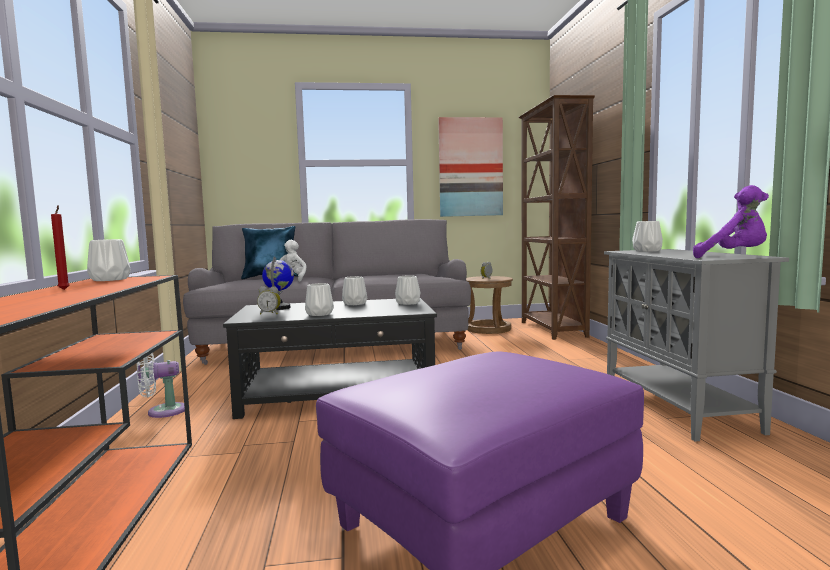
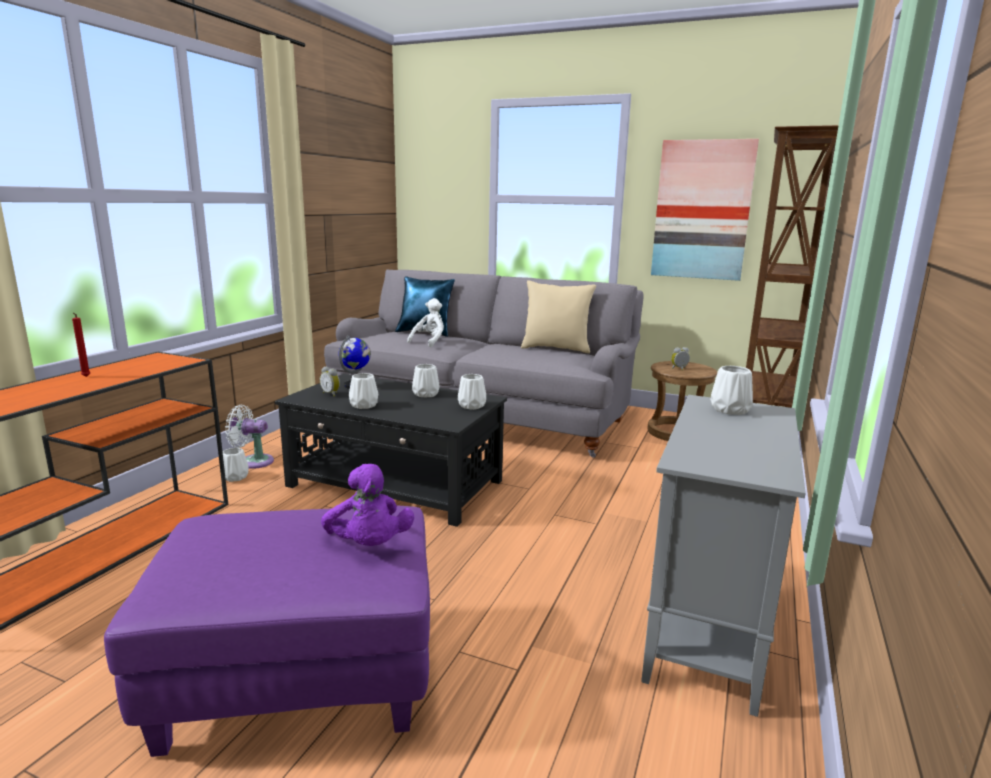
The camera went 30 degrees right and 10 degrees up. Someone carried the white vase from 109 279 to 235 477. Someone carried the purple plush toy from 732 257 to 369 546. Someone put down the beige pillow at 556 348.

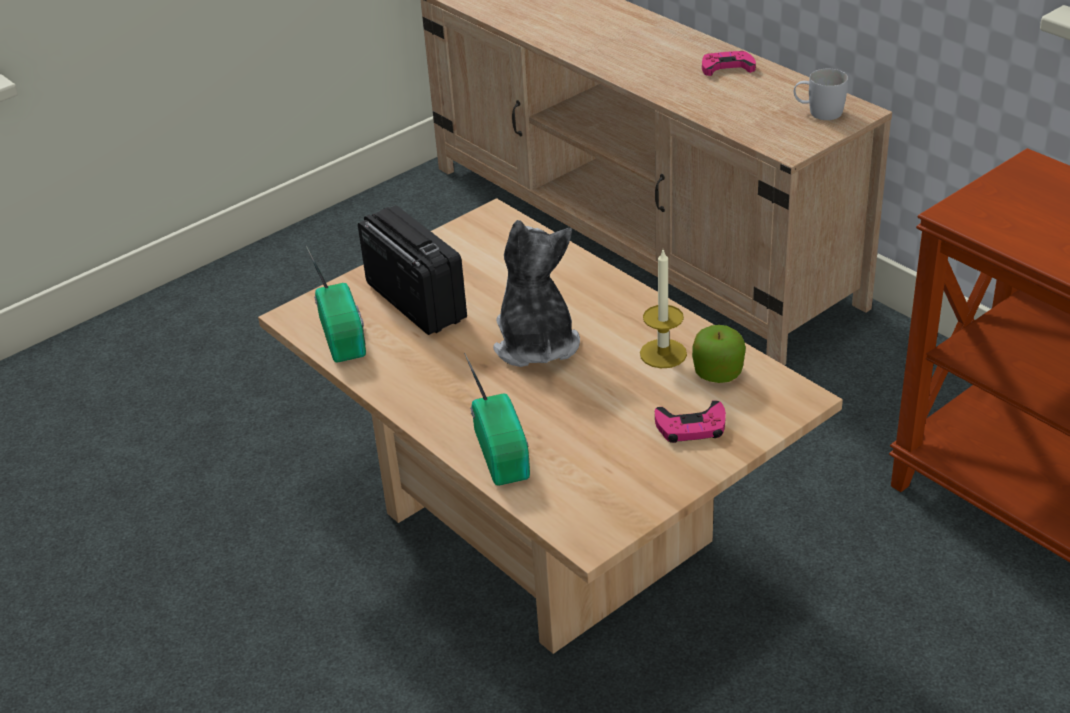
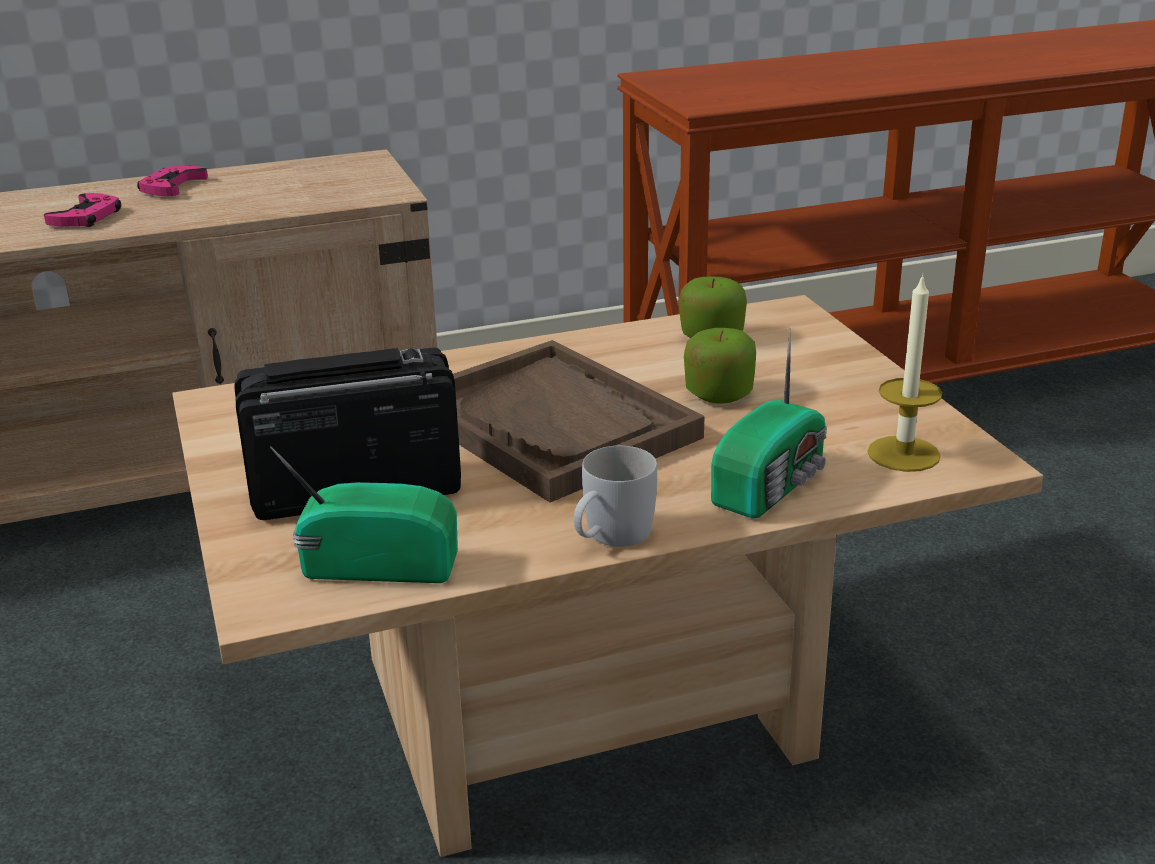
The camera went 70 degrees left and 10 degrees down. Someone carried the pink game controller from 691 427 to 86 217. Someone swapped the plush toy at 535 343 for the brown tray at 552 424. Someone carried the white mug from 818 112 to 610 537. Someone put down the apple at 719 394. Someone rotated the radio at 503 452 by 120 degrees clockwise. Someone carried the candle from 663 353 to 903 454.

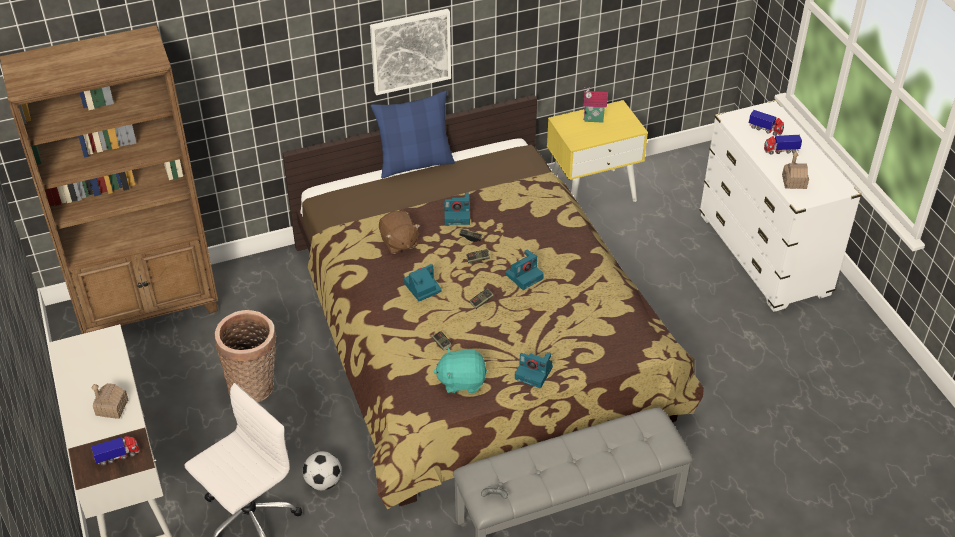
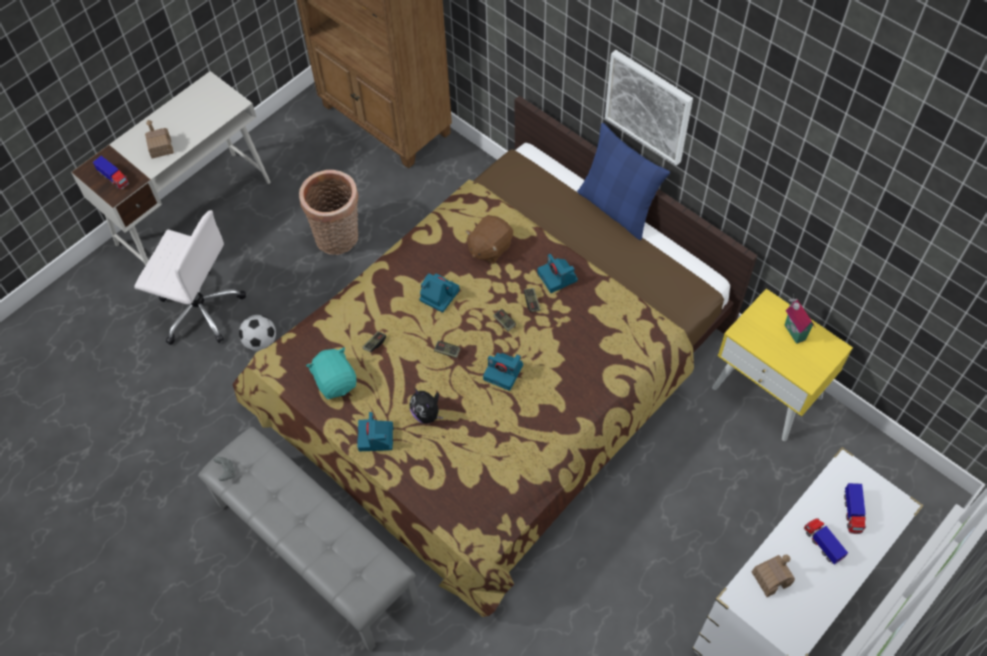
The camera went 65 degrees right and 15 degrees up. Someone put down the plush toy at 427 414.

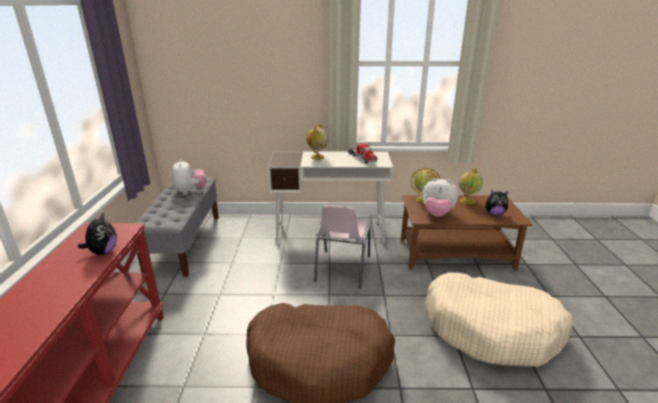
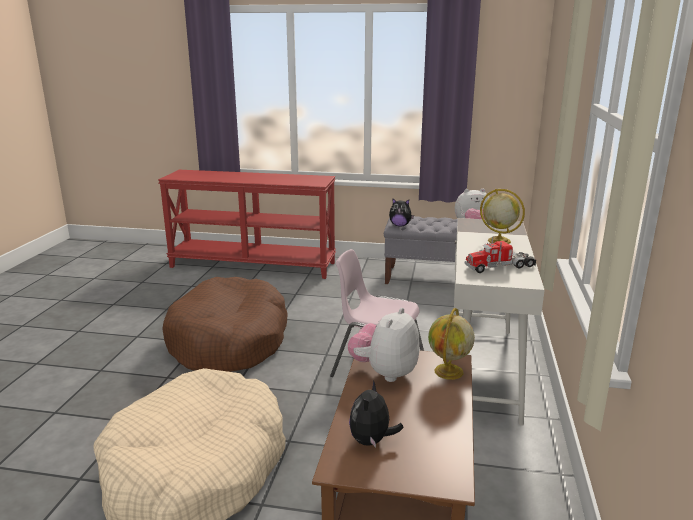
The camera went 100 degrees right and 5 degrees down. Someone carried the plush toy from 103 252 to 400 225. Someone took away the globe at 467 201.

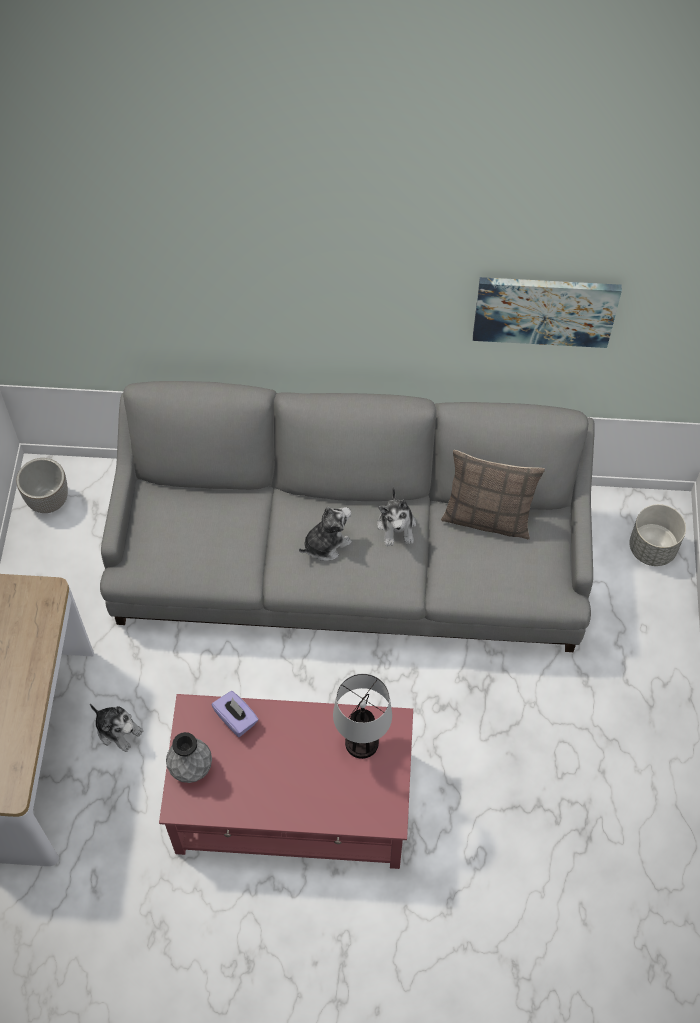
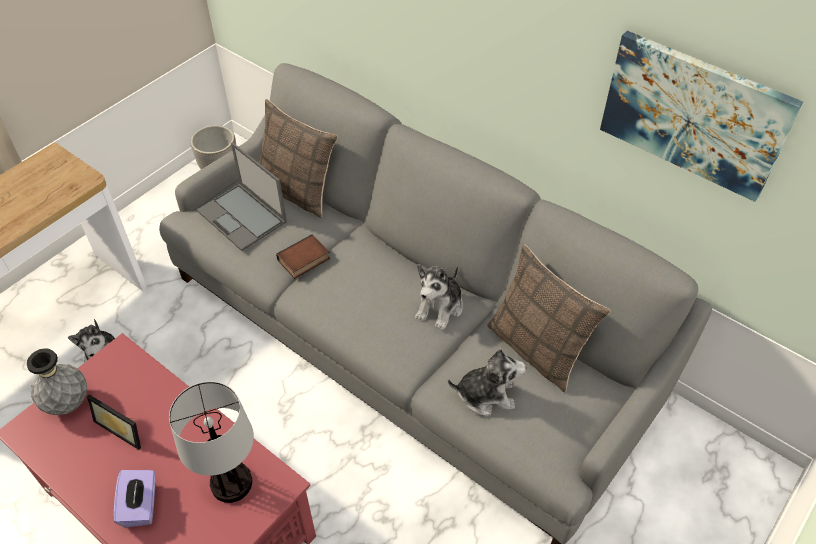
The camera went 35 degrees right and 10 degrees down. Someone put down the picture frame at 124 427. Someone carried the purple tissue box from 236 719 to 141 505. Someone put down the laptop at 243 217. Someone put down the pillow at 297 191. Someone put down the book at 304 261. Someone carried the plush toy from 326 543 to 486 395. Someone took away the grey planter at 652 548.

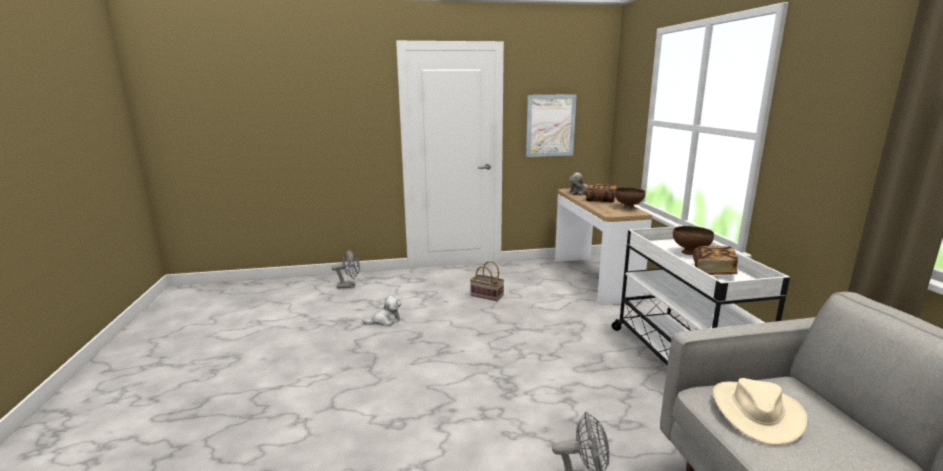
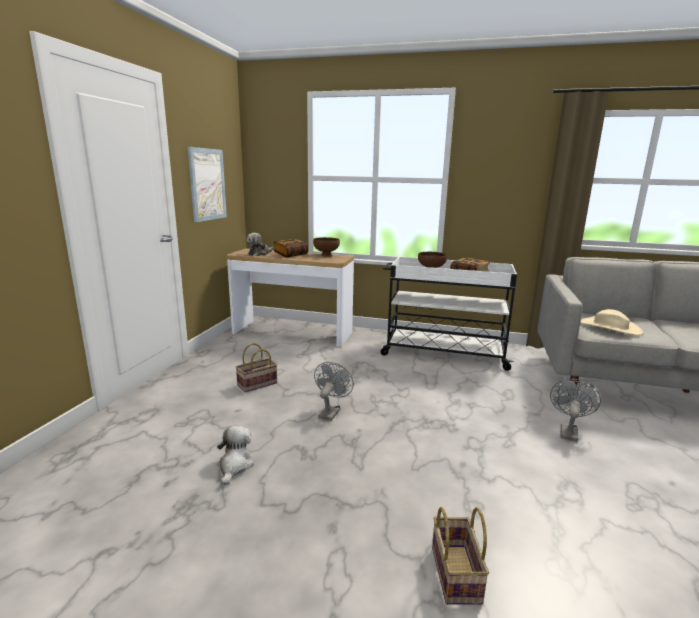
The camera went 65 degrees left and 0 degrees up. Someone carried the grey fan from 349 286 to 330 412. Someone put down the basket at 453 572.

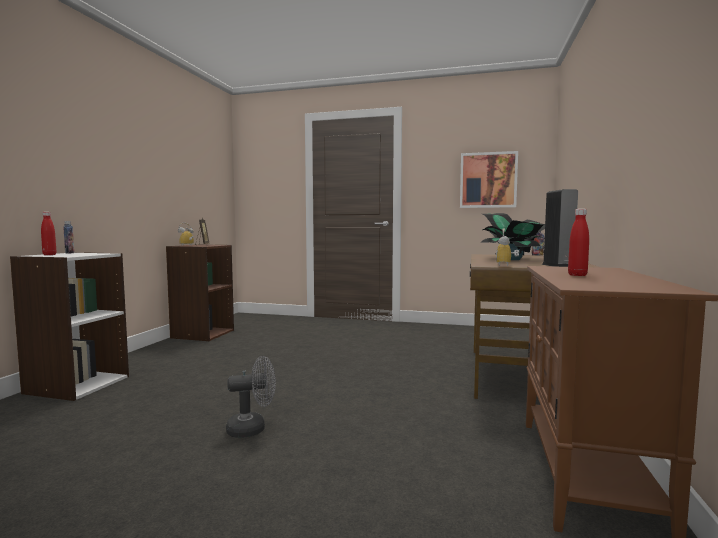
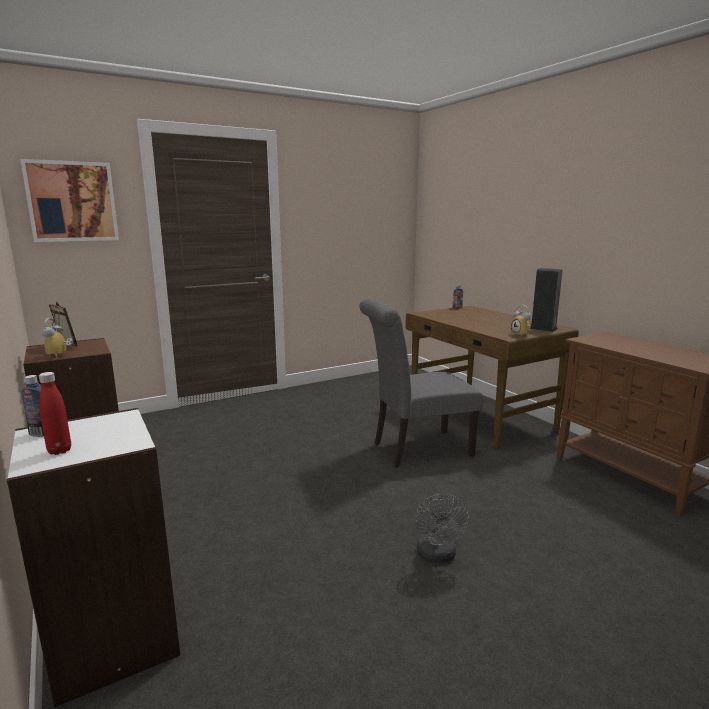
The camera went 45 degrees left and 10 degrees up. Someone carried the picture from 488 180 to 72 201. Someone put down the grey chair at 416 449. Someone rotated the grey fan at 253 428 by 150 degrees clockwise. Someone took away the potted plant at 513 259. Someone took away the red bottle at 577 275.

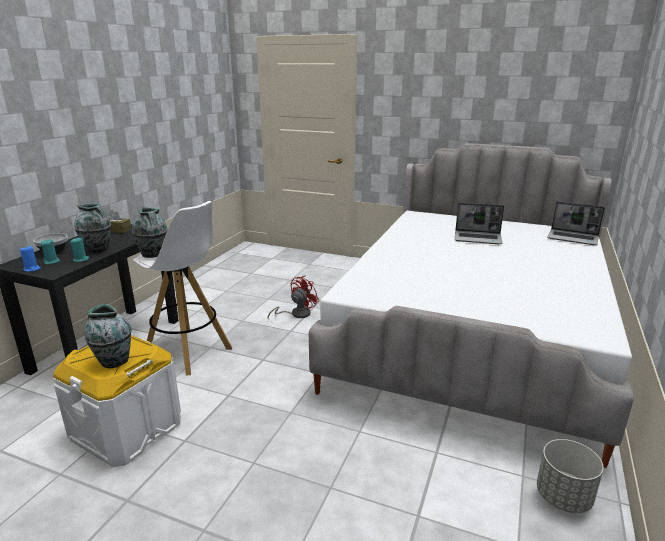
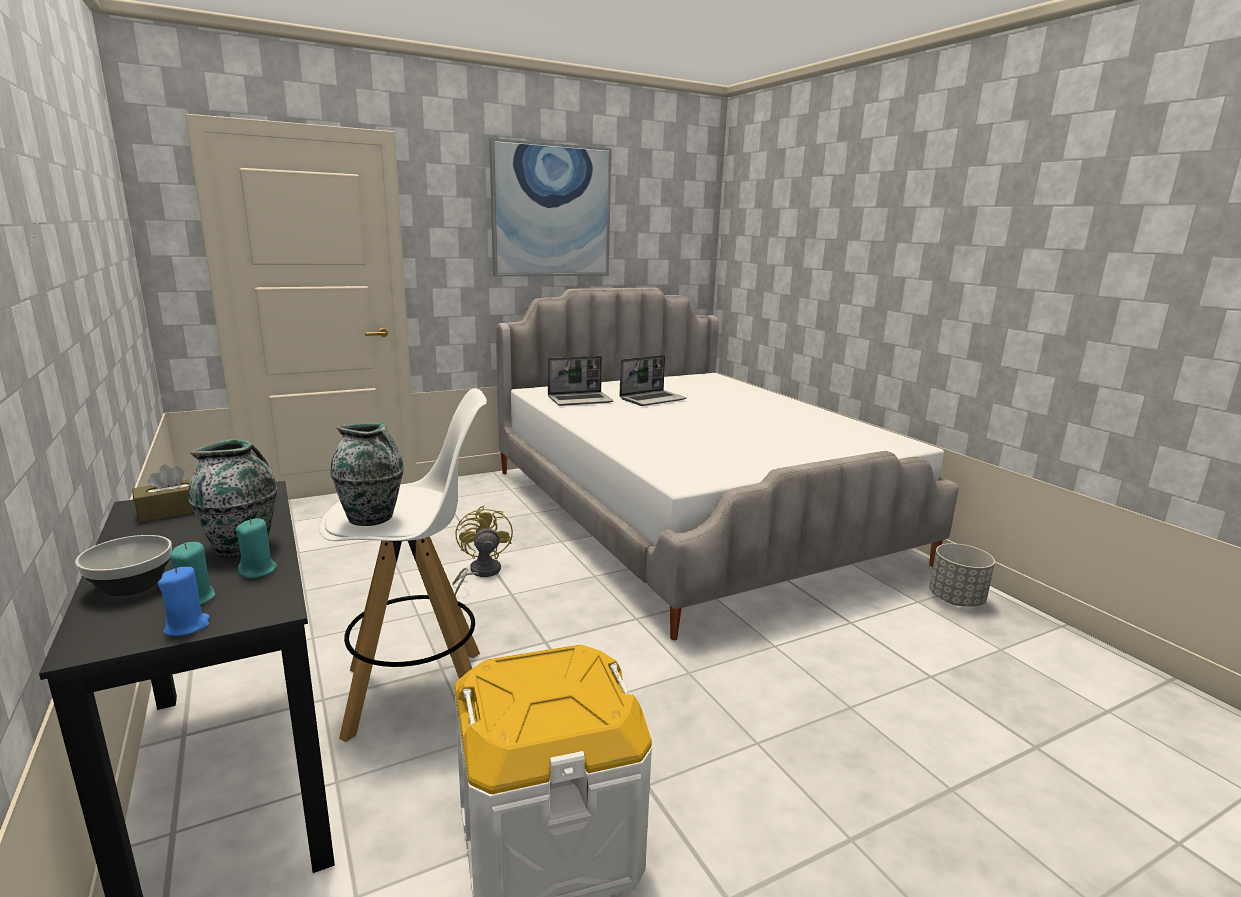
The camera went 50 degrees left and 5 degrees down. Someone repainted the red fan at 296 314, which became the yellow fan at 480 573. Someone put up the picture at 551 211. Someone carried the laptop from 573 238 to 580 400. Someone took away the vase at 113 361.

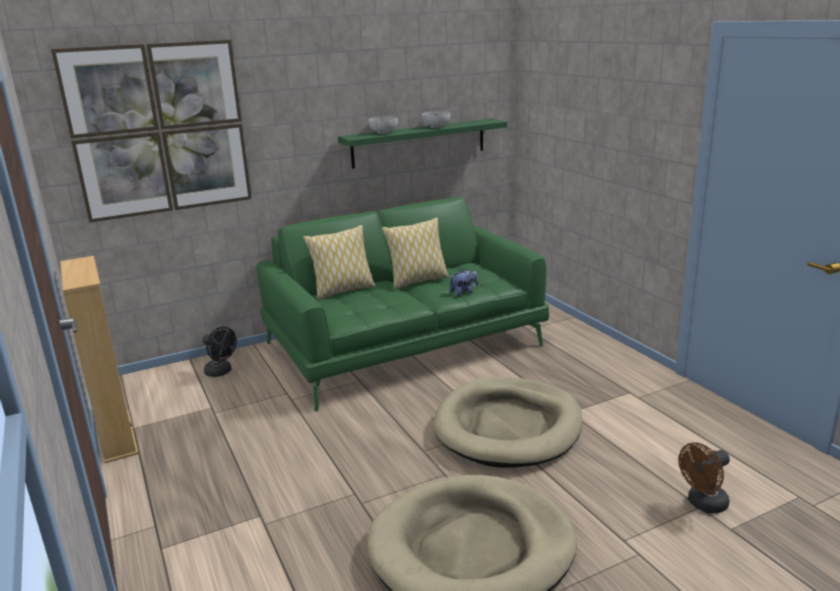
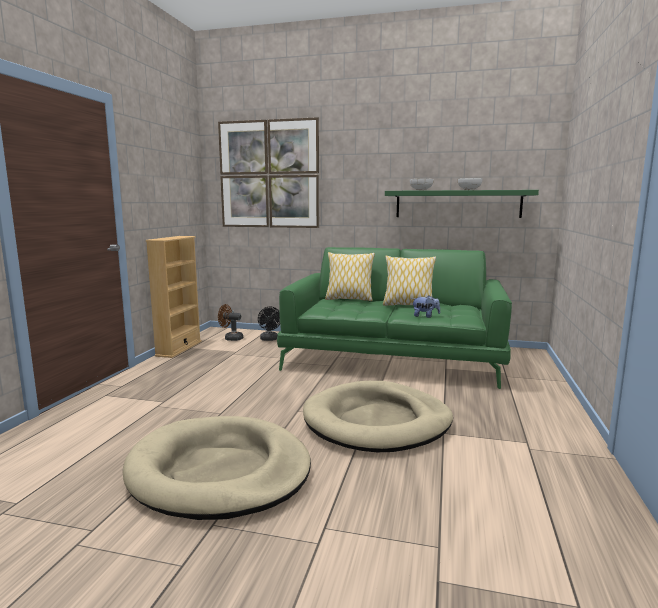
The camera went 40 degrees right and 10 degrees down. Someone carried the brown fan from 703 504 to 231 338.

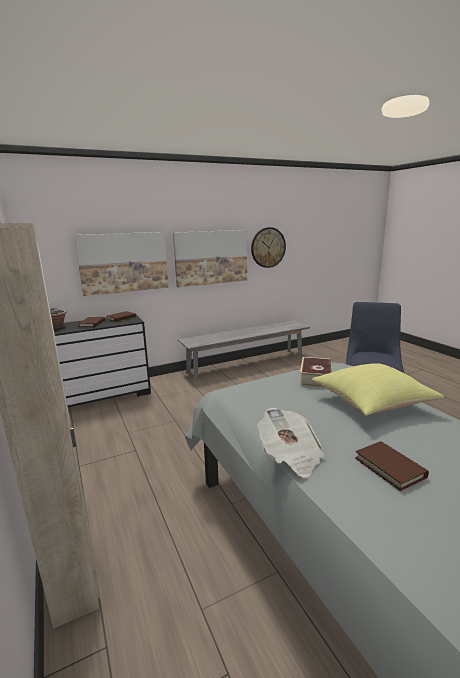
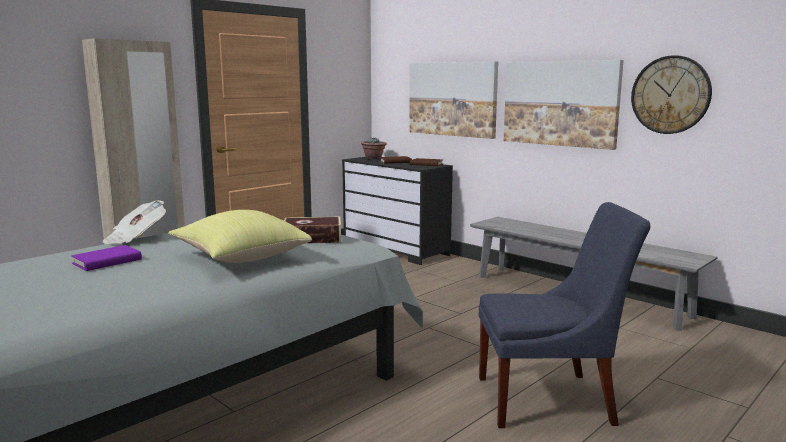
The camera went 70 degrees right and 5 degrees down. Someone repainted the brown book at 389 467, which became the purple book at 107 261.

